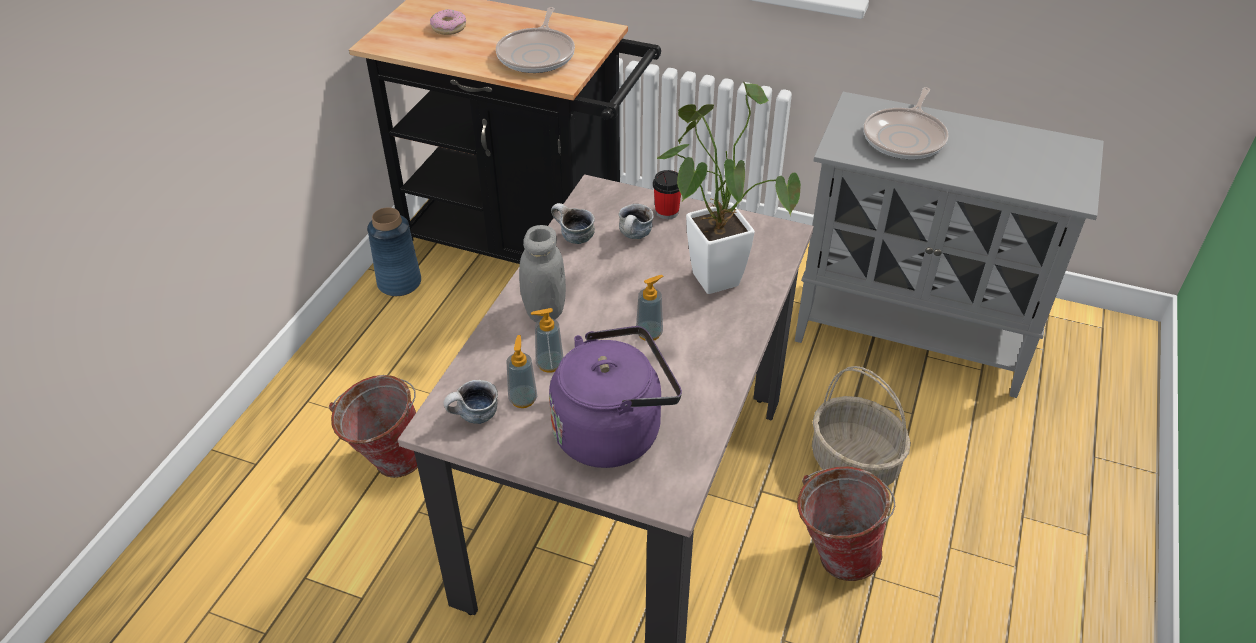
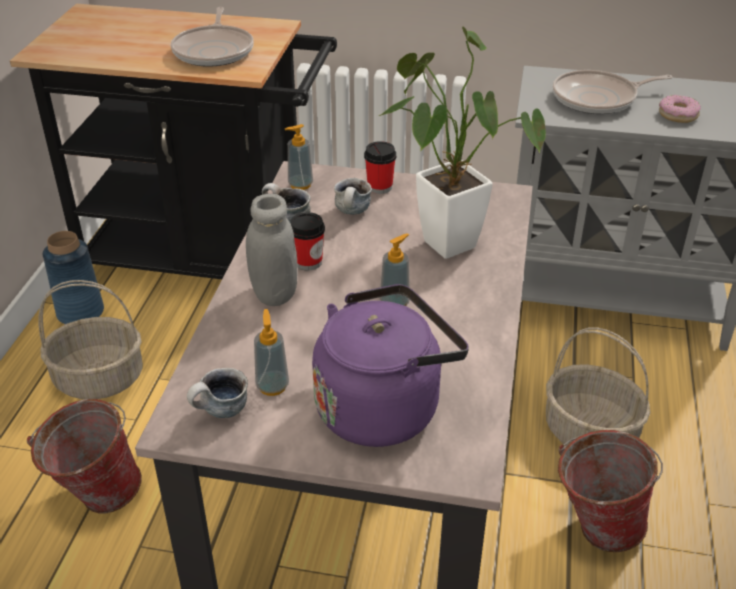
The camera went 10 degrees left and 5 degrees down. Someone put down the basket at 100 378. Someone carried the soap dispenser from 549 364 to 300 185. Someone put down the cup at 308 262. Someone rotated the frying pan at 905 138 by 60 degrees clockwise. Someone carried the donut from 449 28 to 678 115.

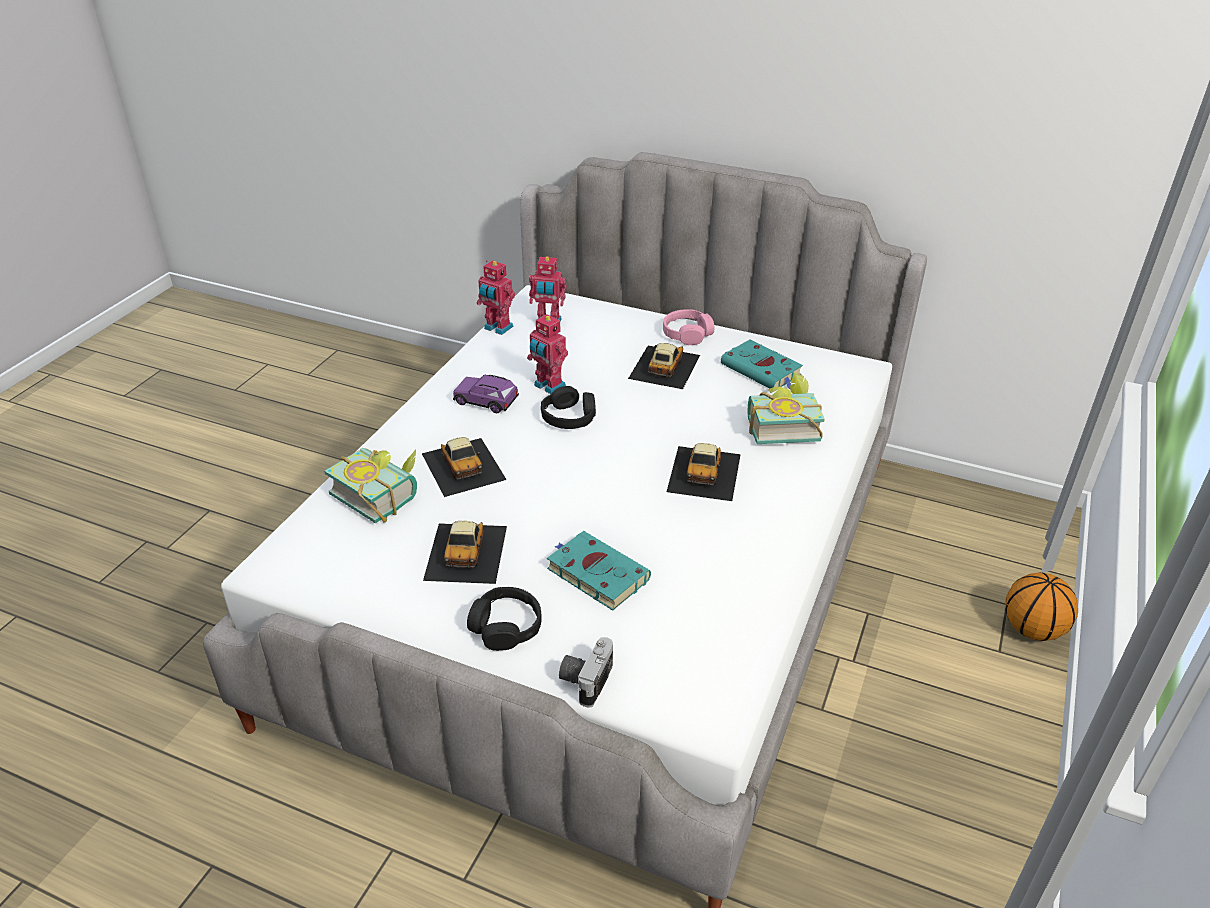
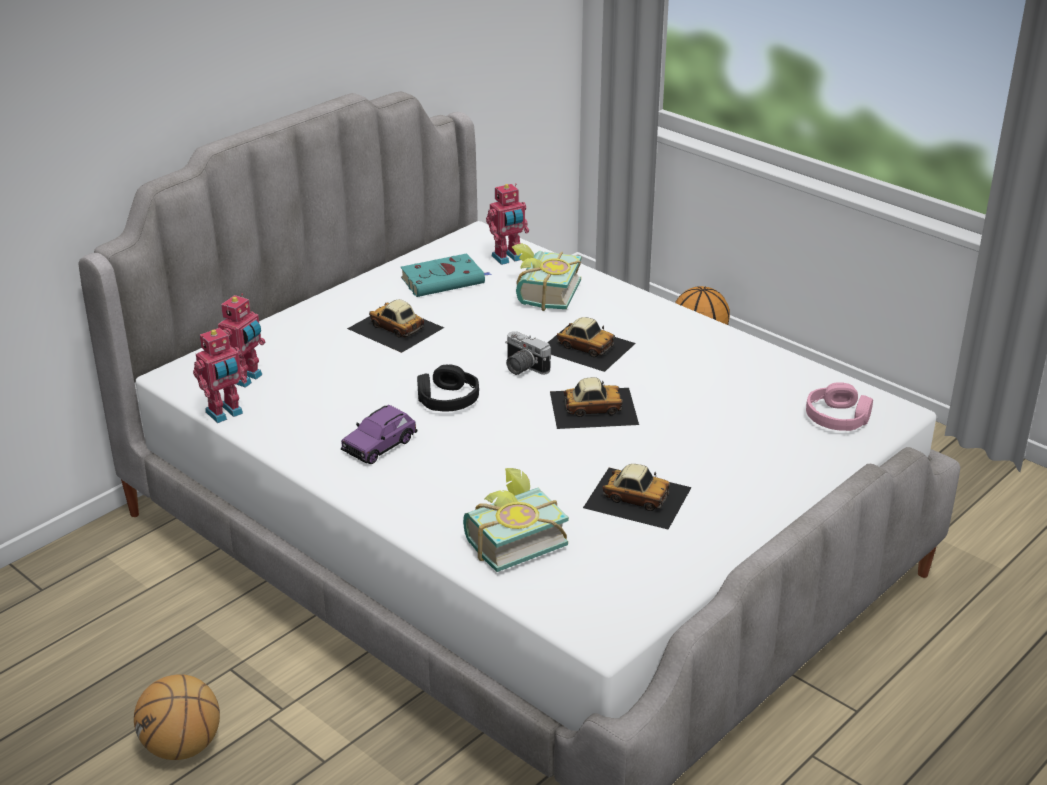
The camera went 70 degrees left and 5 degrees down. Someone put down the basketball at 182 747. Someone carried the toy robot from 548 386 to 508 258. Someone carried the photo camera from 585 679 to 522 368. Someone carried the toy car from 463 466 to 593 407. Someone carried the pink headphones from 687 334 to 837 418. Someone took away the black headphones at 506 626. Someone took away the turquoise book at 595 573.

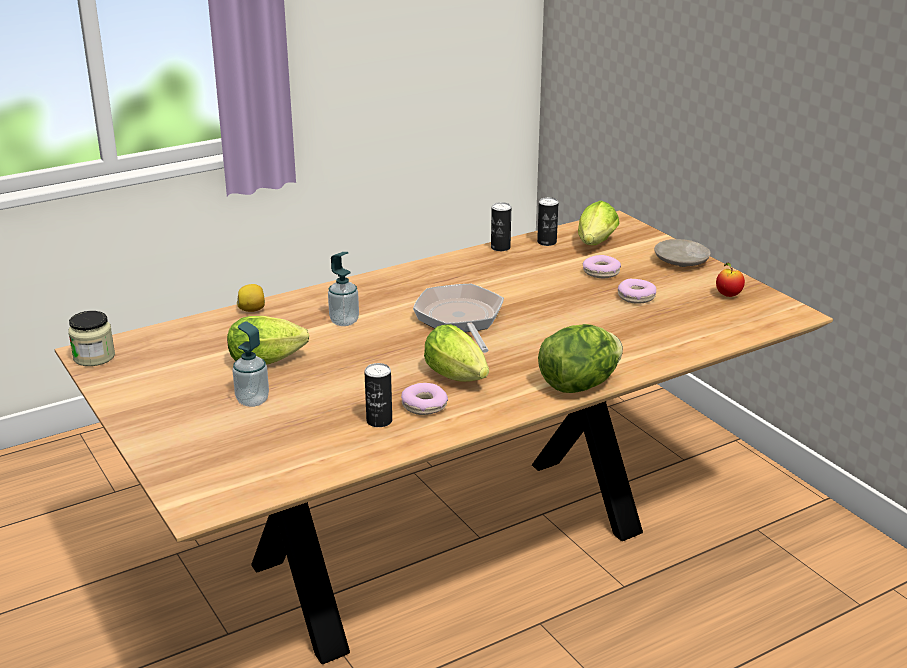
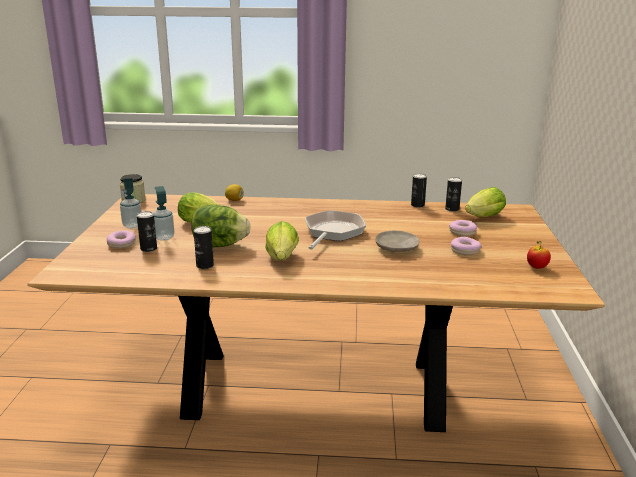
The camera went 35 degrees right and 5 degrees down. Someone carried the donut from 424 406 to 121 244. Someone carried the soap dispenser from 344 321 to 132 226. Someone put down the can at 148 249. Someone carried the lettuce from 579 385 to 219 245. Someone carried the beige plate from 681 261 to 396 248.

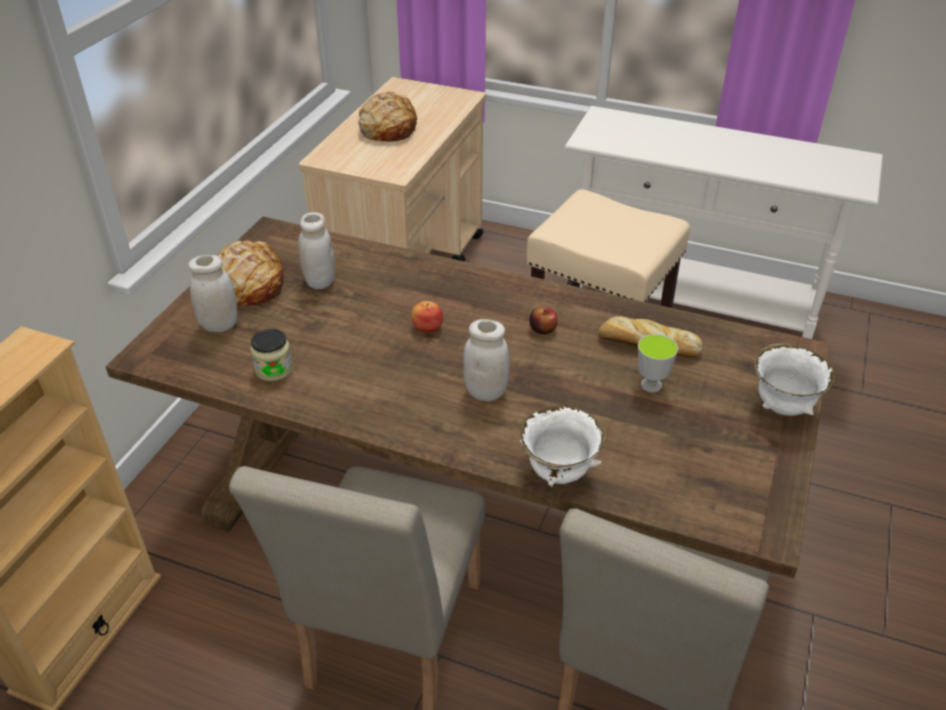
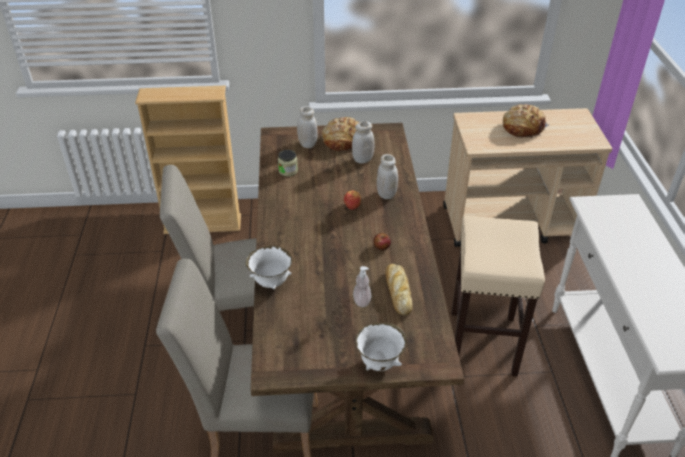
The camera went 65 degrees right and 0 degrees up. Someone swapped the cup at 651 385 for the soap dispenser at 362 301. Someone carried the white jar from 486 392 to 386 194.

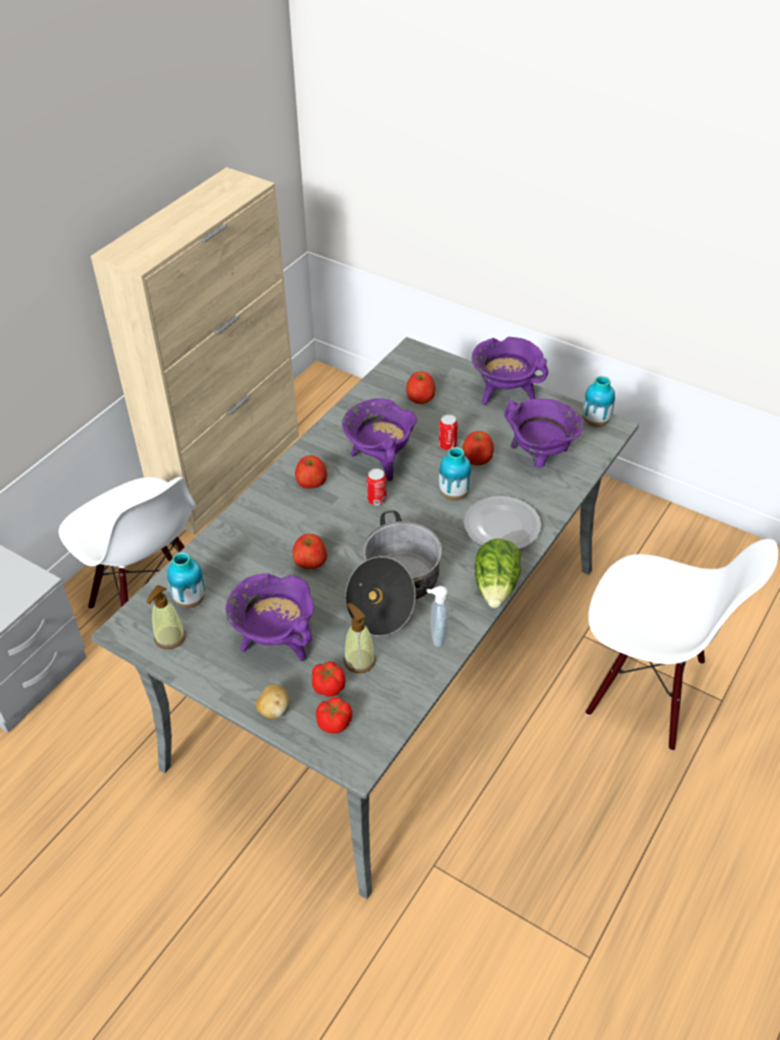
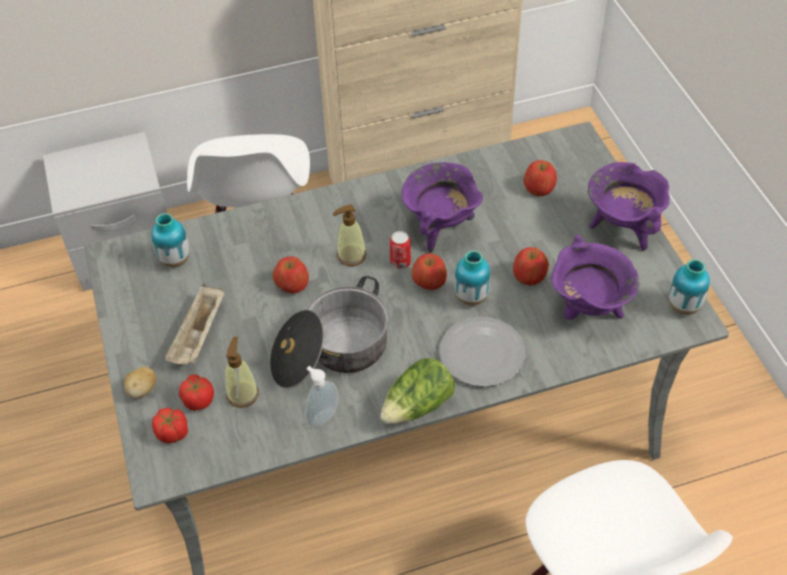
The camera went 40 degrees right and 5 degrees up. Someone swapped the purple cooking pot at 276 642 for the beige tray at 199 336. Someone carried the soap dispenser from 169 637 to 351 255. Someone carried the apple from 311 482 to 429 281. Someone took away the can at 447 445.

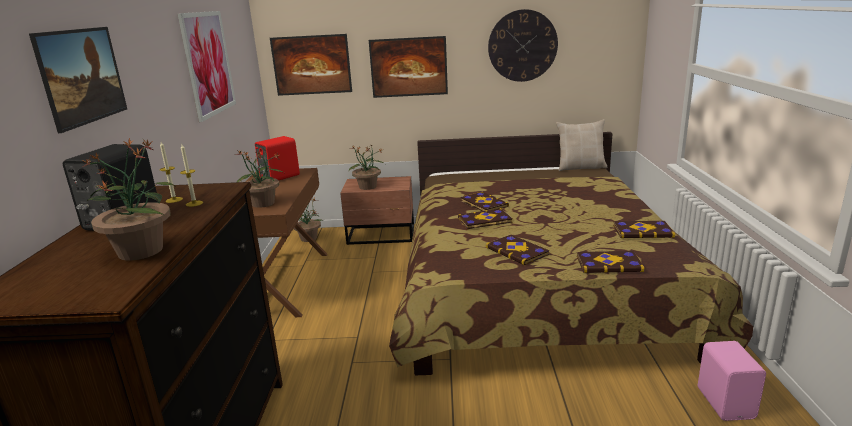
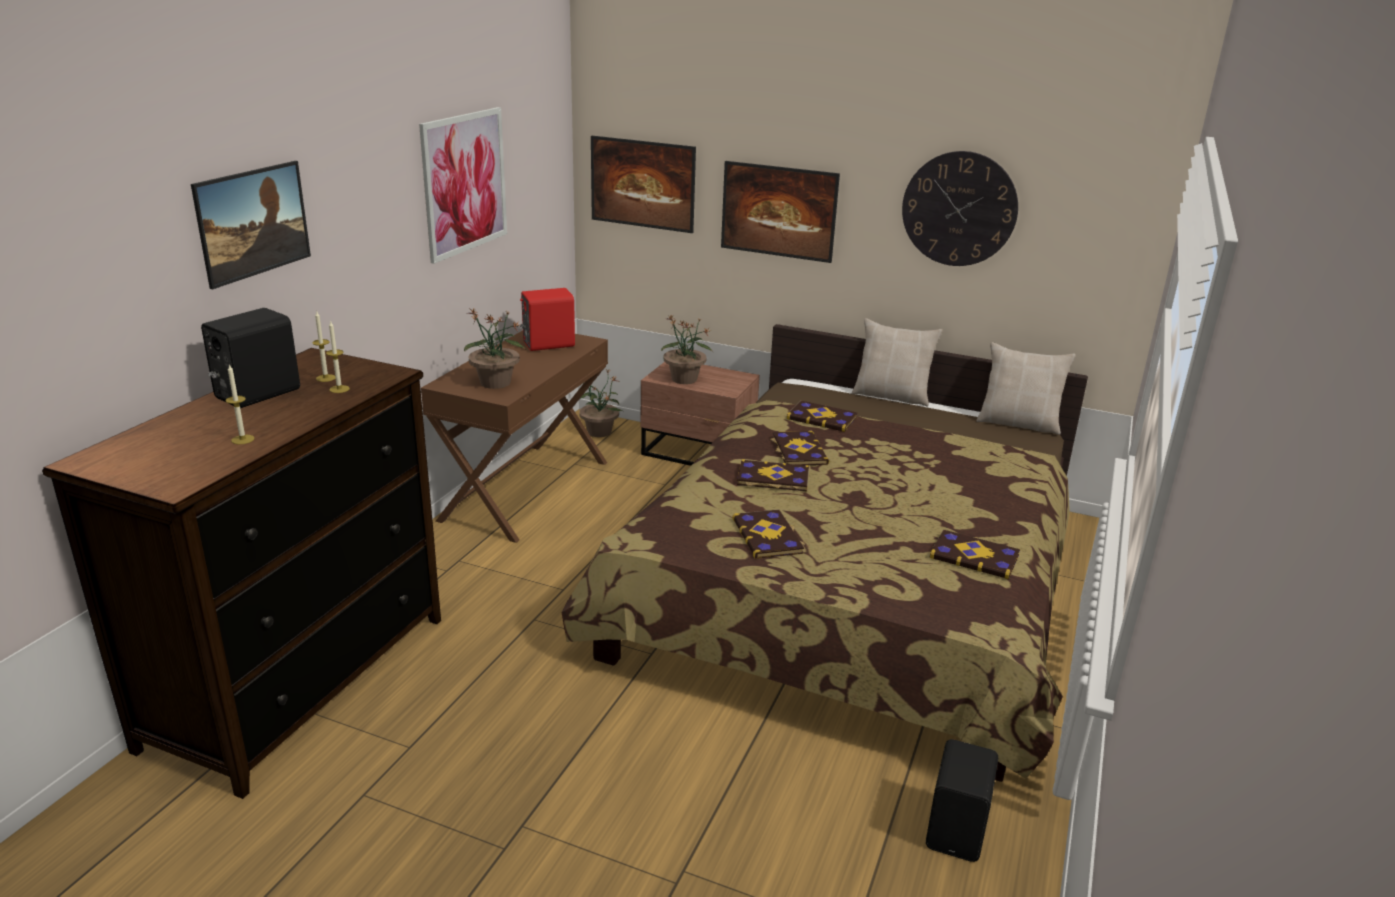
The camera went 20 degrees right and 5 degrees up. Someone swapped the potted plant at 141 250 for the candle at 242 439. Someone carried the book from 608 263 to 822 418. Someone put down the beige pillow at 892 396. Someone repainted the pink speaker at 726 403, which became the black speaker at 958 830.

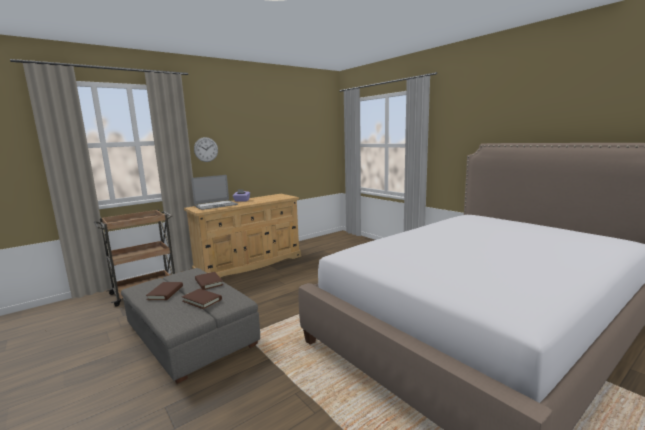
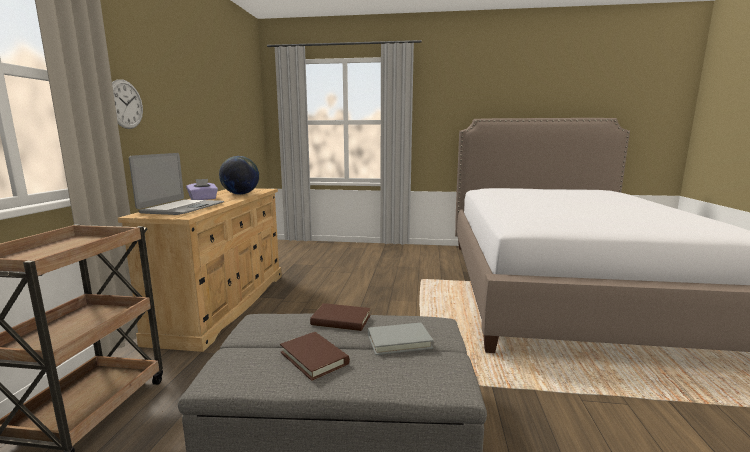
The camera went 45 degrees left and 0 degrees up. Someone put down the globe at 240 194. Someone repainted the brown book at 202 300, which became the grey book at 399 341.

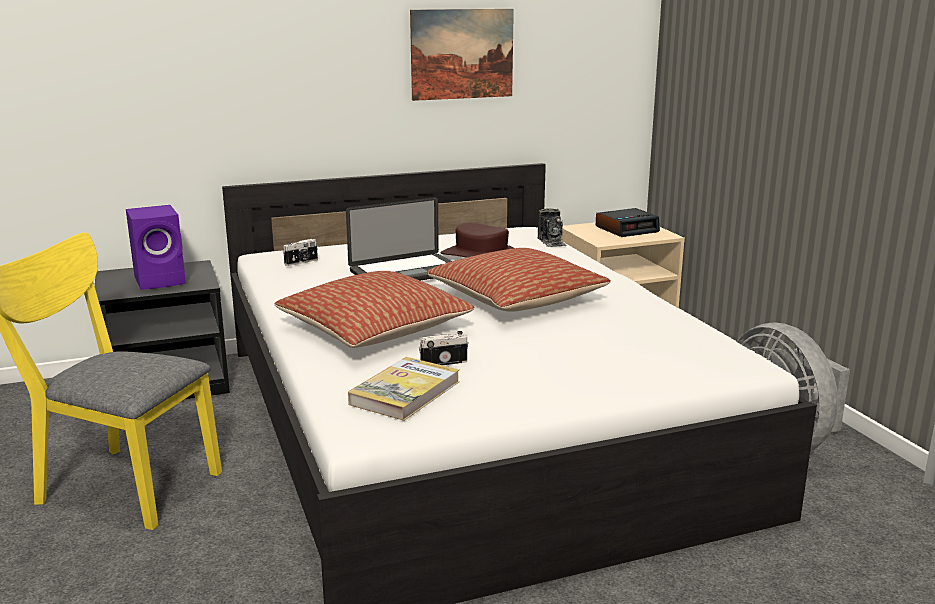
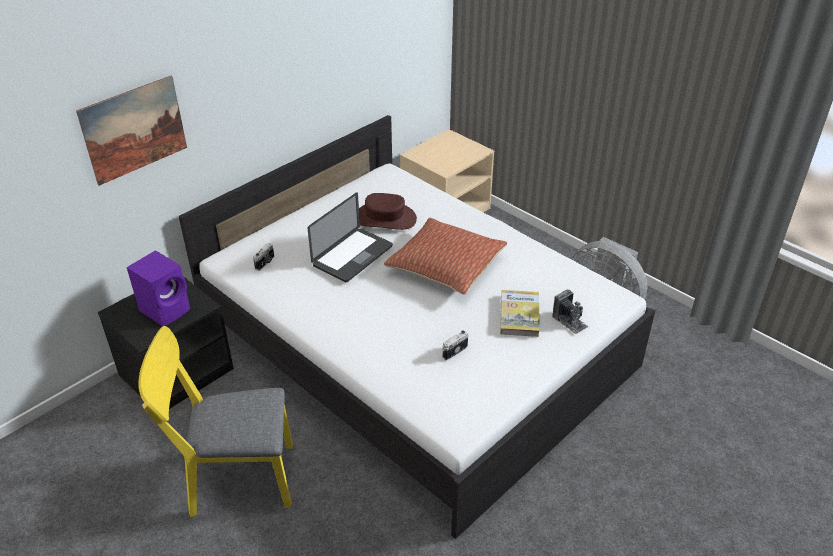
The camera went 25 degrees left and 20 degrees up. Someone carried the picture from 462 54 to 134 129. Someone carried the book from 405 393 to 519 315. Someone carried the photo camera from 552 242 to 569 321. Someone took away the pillow at 373 330. Someone took away the alarm clock at 627 229.

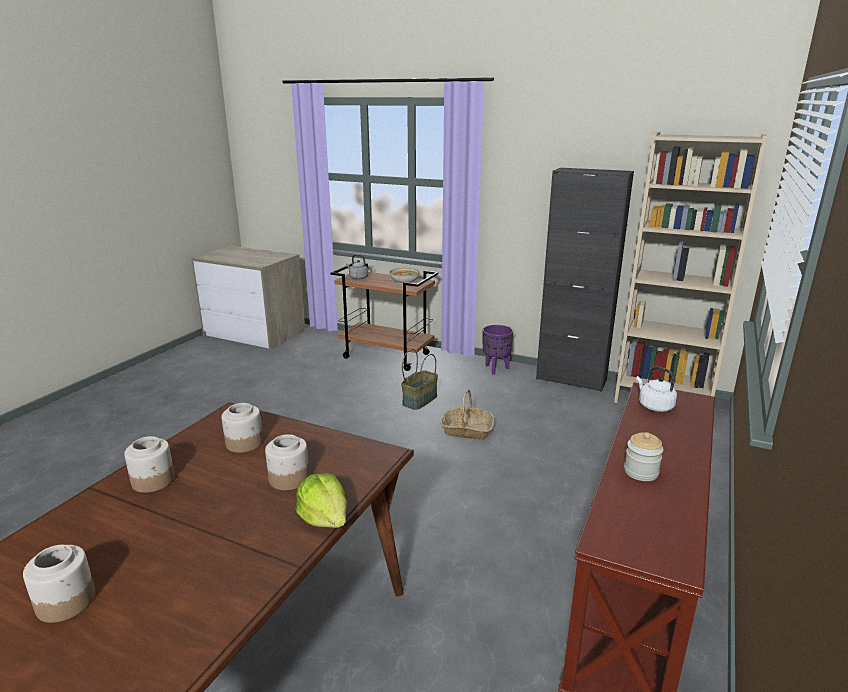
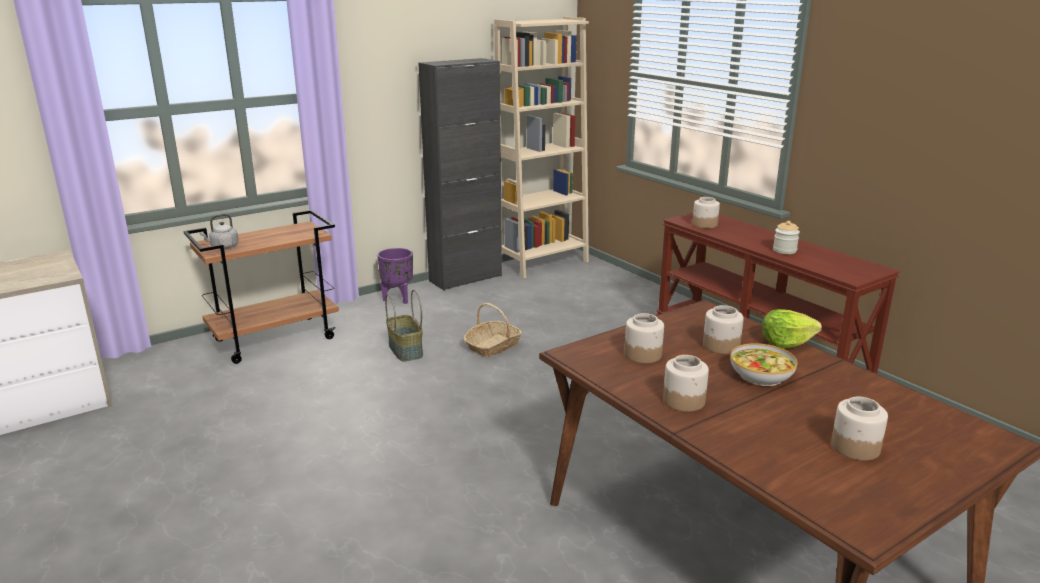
The camera went 60 degrees left and 0 degrees up. Someone swapped the white kettle at 654 406 for the jar at 704 225. Someone carried the bowl from 404 280 to 760 375.

